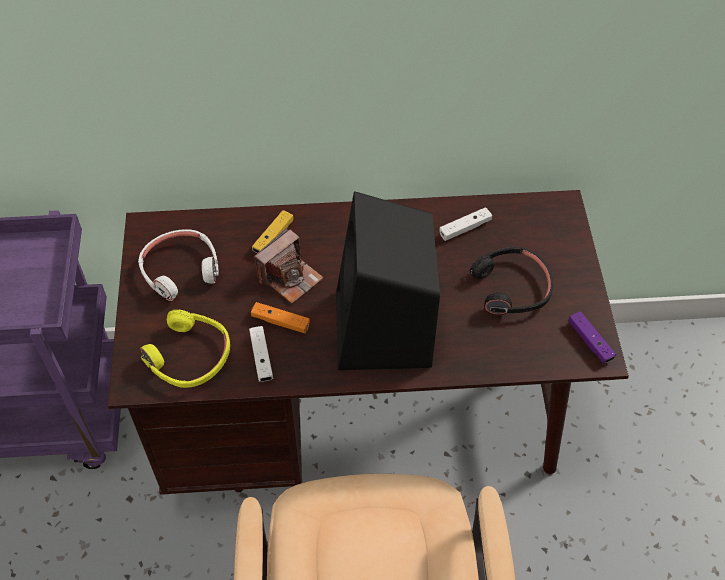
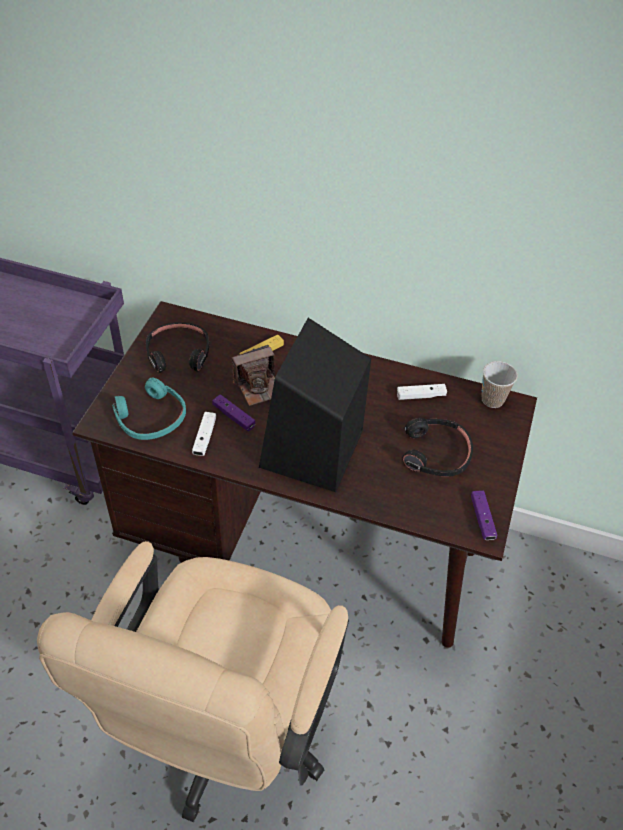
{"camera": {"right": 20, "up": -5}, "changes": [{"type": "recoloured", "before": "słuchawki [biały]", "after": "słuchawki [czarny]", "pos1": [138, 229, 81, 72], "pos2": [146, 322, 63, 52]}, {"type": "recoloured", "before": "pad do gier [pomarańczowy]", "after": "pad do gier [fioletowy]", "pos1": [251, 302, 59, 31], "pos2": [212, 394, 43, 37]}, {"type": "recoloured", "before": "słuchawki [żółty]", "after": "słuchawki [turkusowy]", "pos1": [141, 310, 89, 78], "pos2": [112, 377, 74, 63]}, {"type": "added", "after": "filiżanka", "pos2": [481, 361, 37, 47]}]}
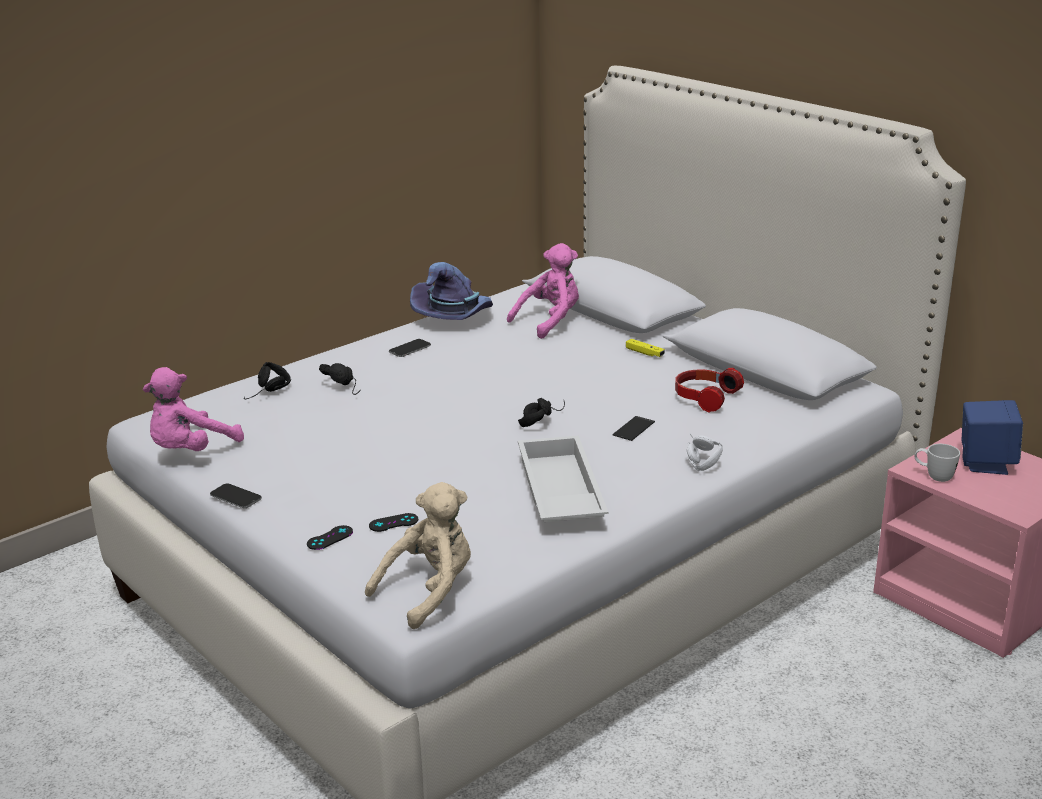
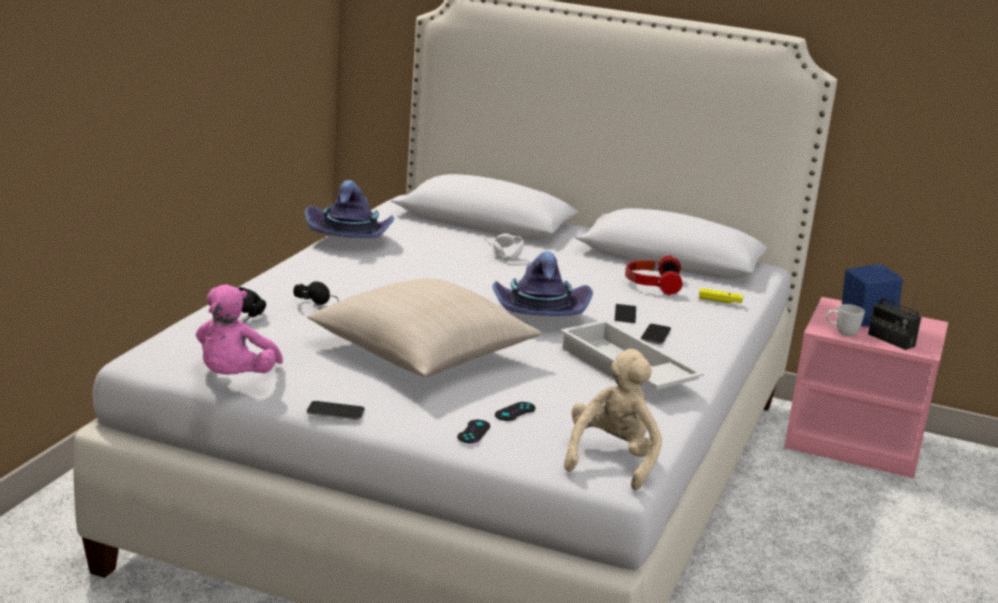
{"camera": {"right": -30, "up": -5}, "changes": [{"type": "removed", "before": "pluszak [różowy]", "pos1": [507, 243, 72, 96]}, {"type": "moved", "before": "telefon", "pos1": [389, 339, 42, 18], "pos2": [641, 324, 30, 21]}, {"type": "moved", "before": "pad do gier [żółty]", "pos1": [626, 339, 39, 18], "pos2": [699, 288, 44, 16]}, {"type": "replaced", "before": "słuchawki [czarny]", "after": "kapelusz [fioletowy]", "pos1": [518, 398, 47, 29], "pos2": [492, 251, 101, 65]}, {"type": "moved", "before": "słuchawki [biały]", "pos1": [686, 434, 37, 37], "pos2": [484, 234, 40, 27]}, {"type": "added", "after": "poduszka [beżowy]", "pos2": [307, 279, 235, 98]}, {"type": "added", "after": "radio", "pos2": [868, 285, 53, 65]}]}
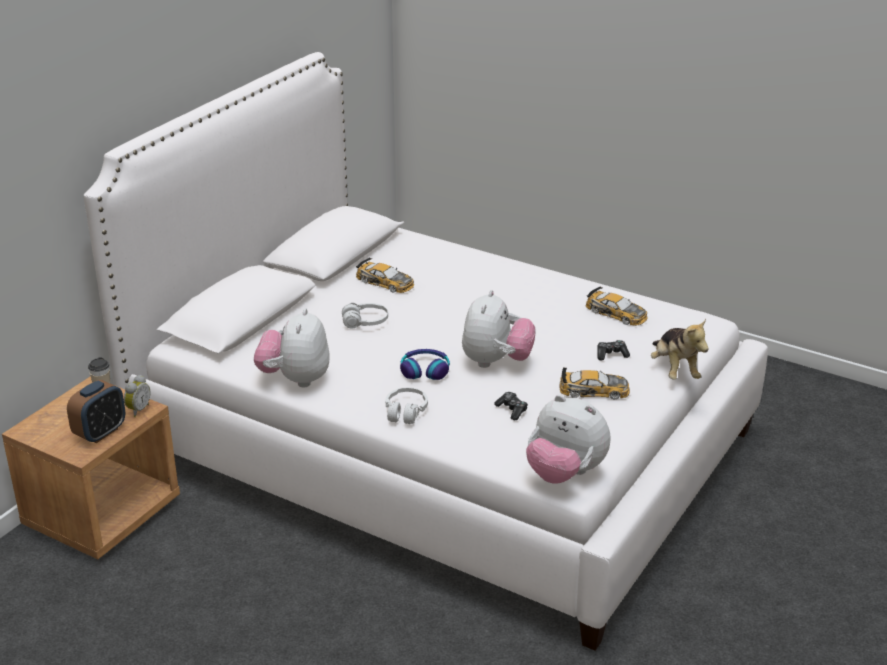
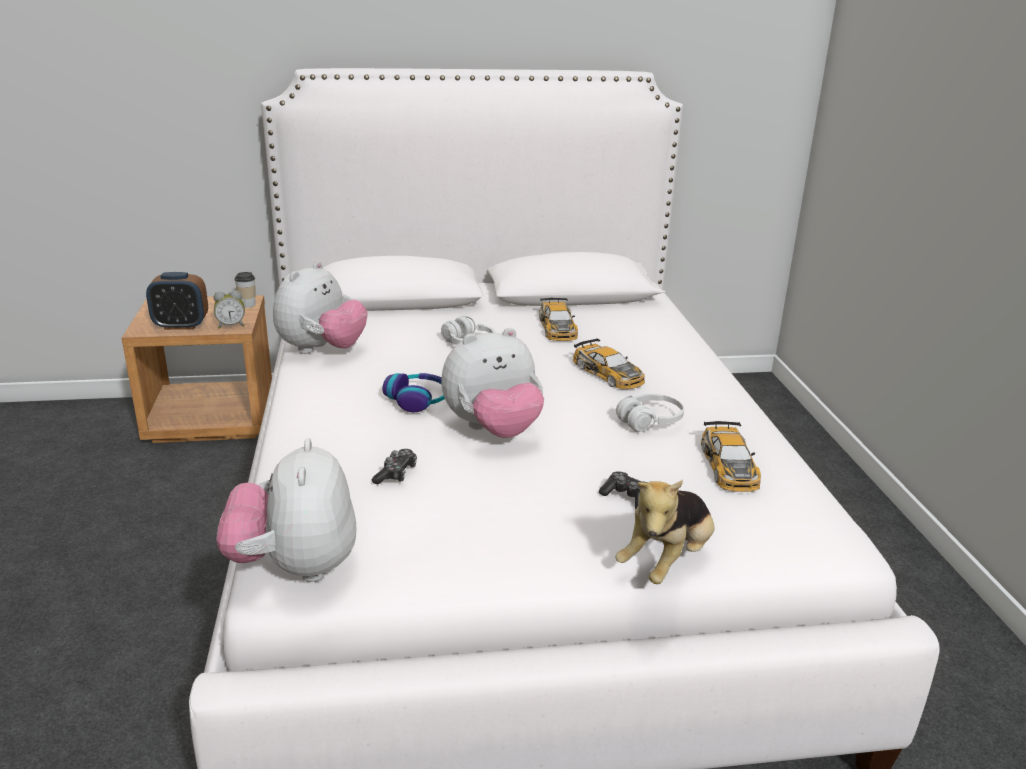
{"camera": {"right": 50, "up": -5}, "changes": [{"type": "turned", "before": "pluszak", "pos1": [254, 308, 76, 80], "pos2": [273, 261, 94, 93], "turn": 150}, {"type": "moved", "before": "samochodzik", "pos1": [560, 368, 70, 31], "pos2": [573, 339, 72, 50]}, {"type": "moved", "before": "słuchawki [biały]", "pos1": [386, 388, 42, 36], "pos2": [616, 394, 68, 38]}]}
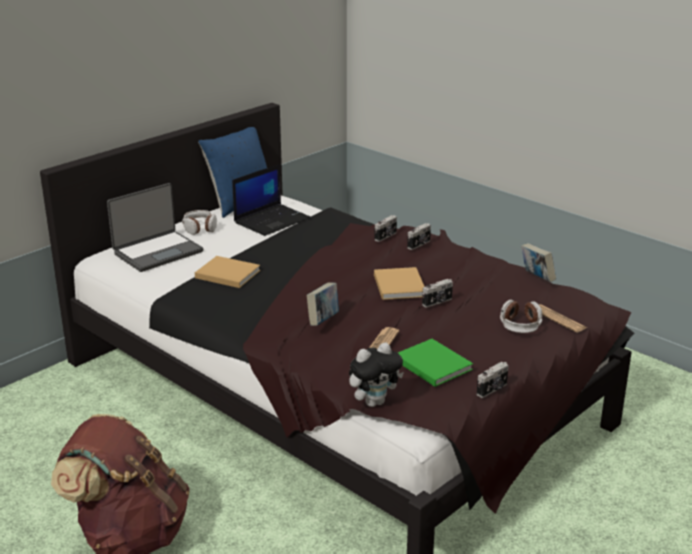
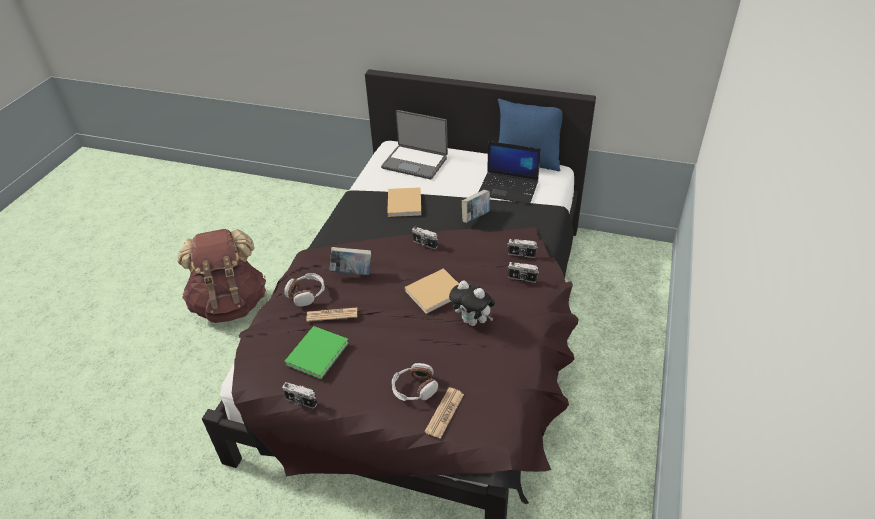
{"camera": {"right": 65, "up": 15}, "changes": [{"type": "moved", "before": "słuchawki", "pos1": [182, 210, 35, 25], "pos2": [284, 273, 41, 34]}, {"type": "moved", "before": "książka", "pos1": [521, 243, 35, 39], "pos2": [462, 190, 28, 33]}, {"type": "moved", "before": "aparat fotograficzny", "pos1": [422, 279, 31, 28], "pos2": [412, 227, 26, 22]}, {"type": "moved", "before": "pluszak", "pos1": [349, 343, 55, 64], "pos2": [449, 281, 46, 45]}]}
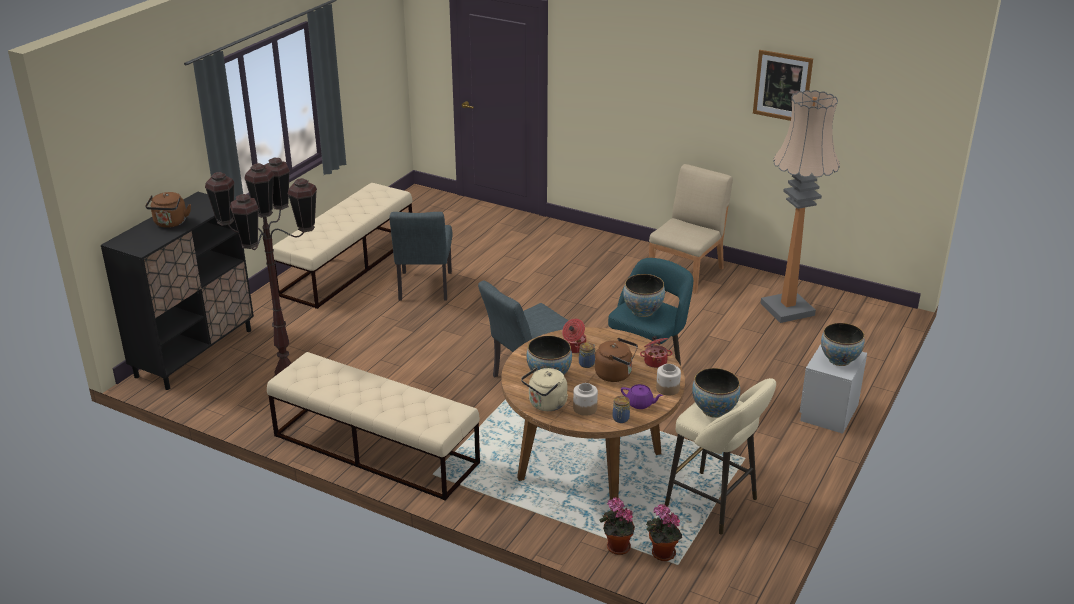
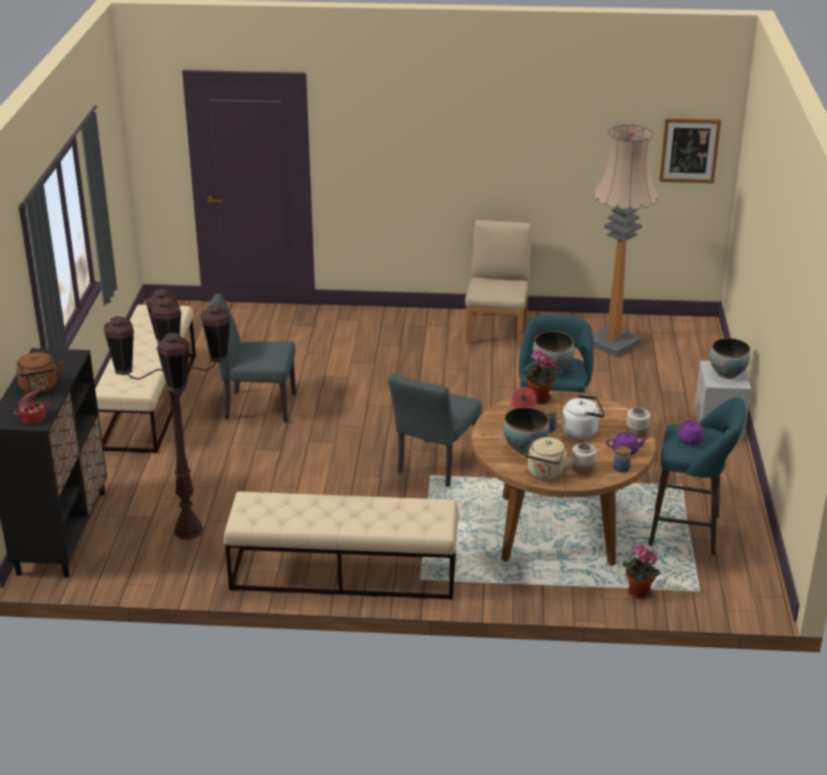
{"camera": {"right": -25, "up": 0}, "changes": [{"type": "moved", "before": "obraz", "pos1": [753, 50, 60, 71], "pos2": [659, 118, 62, 65]}, {"type": "turned", "before": "krzesło [szary]", "pos1": [389, 212, 64, 89], "pos2": [206, 294, 90, 128], "turn": 120}, {"type": "moved", "before": "garnek", "pos1": [640, 336, 32, 32], "pos2": [14, 389, 35, 35]}, {"type": "recoloured", "before": "czajnik [brązowy]", "after": "czajnik [biały]", "pos1": [595, 338, 43, 44], "pos2": [561, 395, 44, 44]}, {"type": "replaced", "before": "miska", "after": "imbryk [fioletowy]", "pos1": [692, 368, 48, 50], "pos2": [678, 418, 26, 27]}, {"type": "recoloured", "before": "stołek [beżowy]", "after": "stołek [turkusowy]", "pos1": [665, 378, 111, 157], "pos2": [649, 397, 97, 158]}, {"type": "moved", "before": "roślina doniczkowa", "pos1": [646, 504, 36, 57], "pos2": [523, 350, 36, 54]}]}
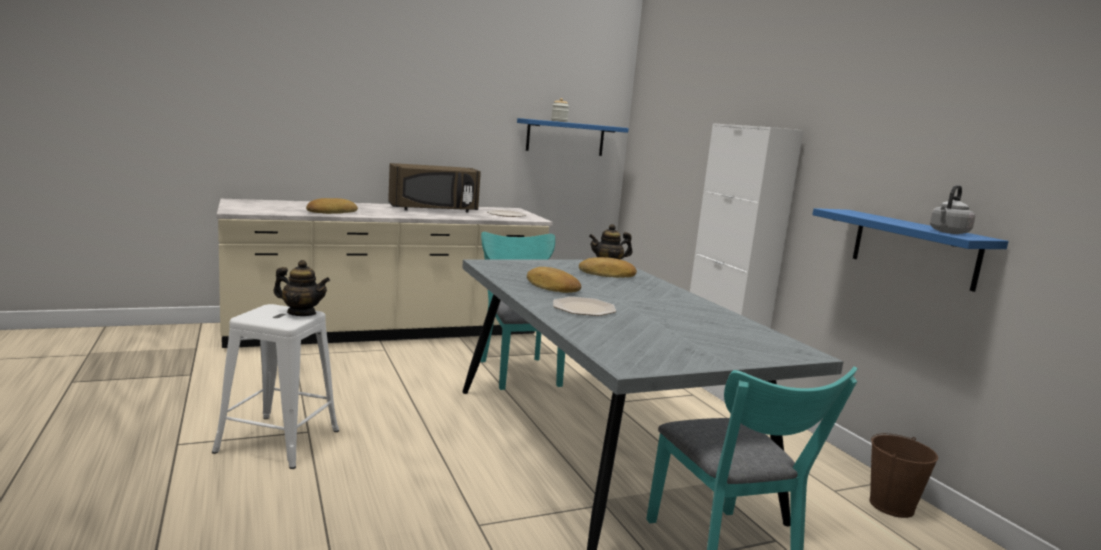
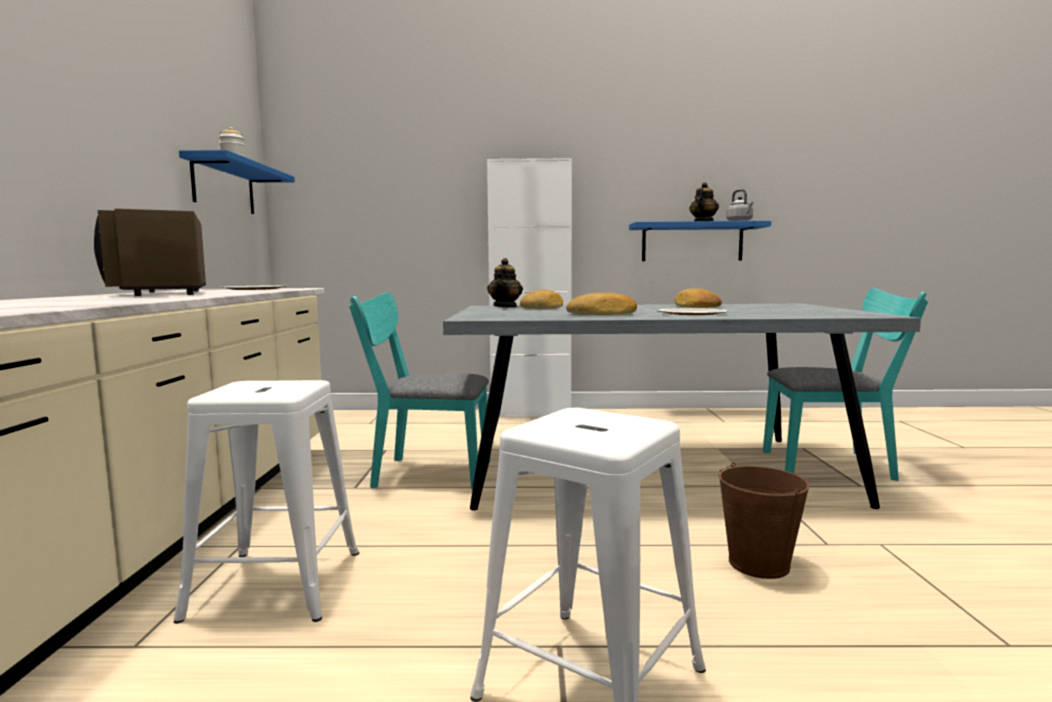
{"camera": {"right": -65, "up": -5}, "changes": [{"type": "turned", "before": "mikrofalówka [brązowy]", "pos1": [388, 163, 93, 49], "pos2": [94, 208, 112, 88], "turn": 150}, {"type": "moved", "before": "chleb", "pos1": [306, 198, 52, 16], "pos2": [675, 288, 47, 20]}, {"type": "moved", "before": "imbryk", "pos1": [273, 260, 57, 56], "pos2": [689, 182, 30, 39]}, {"type": "moved", "before": "wiadro [brązowy]", "pos1": [870, 433, 68, 85], "pos2": [718, 463, 91, 116]}, {"type": "added", "after": "stołek [biały]", "pos2": [174, 380, 185, 244]}]}
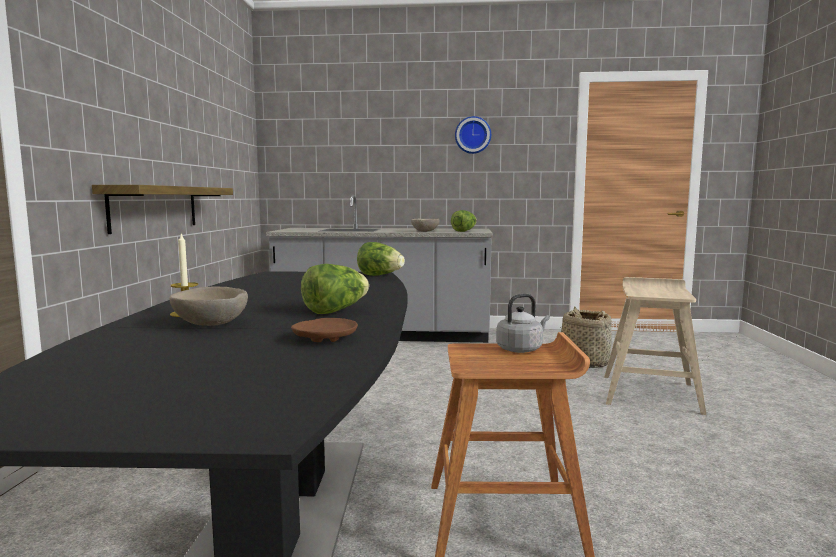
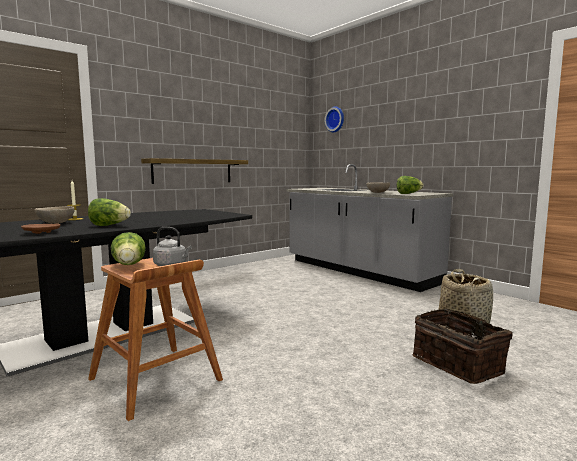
{"camera": {"right": 45, "up": 0}, "changes": [{"type": "moved", "before": "zegar ścienny", "pos1": [455, 116, 36, 38], "pos2": [325, 106, 19, 26]}, {"type": "moved", "before": "sałata", "pos1": [357, 242, 48, 34], "pos2": [111, 232, 35, 33]}, {"type": "replaced", "before": "stołek [beżowy]", "after": "koszyk", "pos1": [604, 277, 103, 138], "pos2": [412, 309, 101, 75]}]}
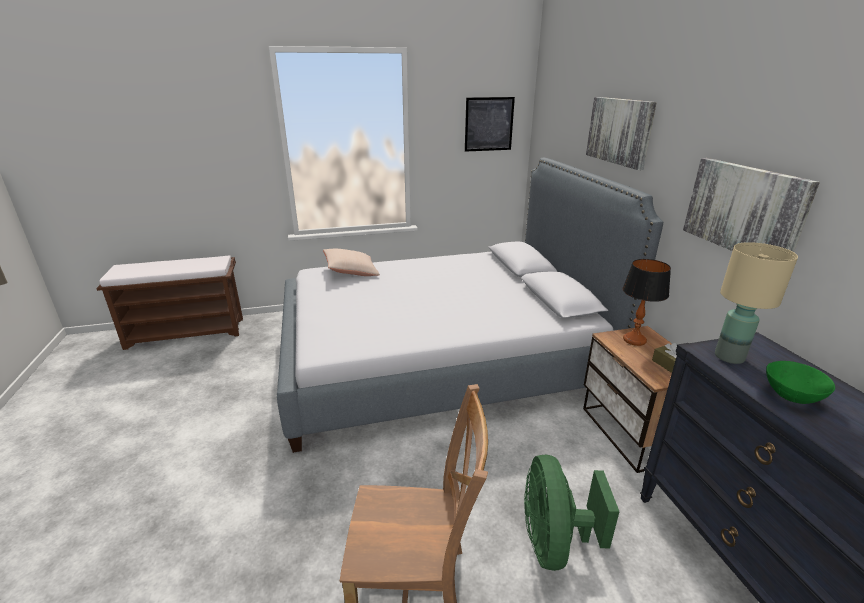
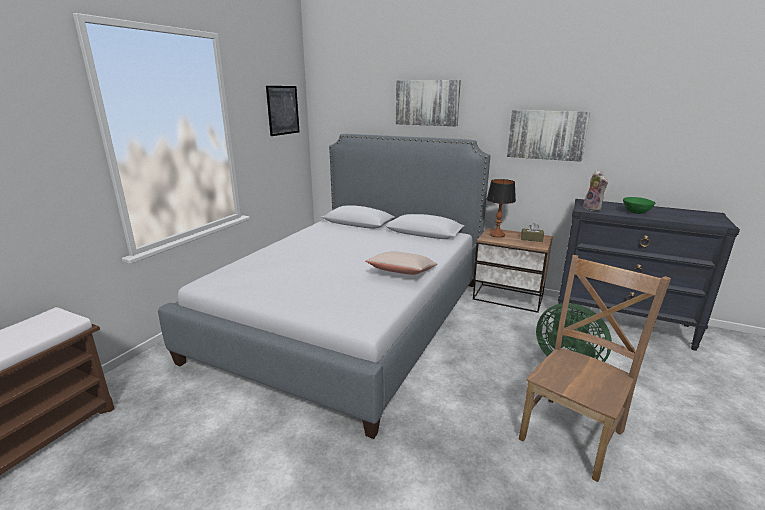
{"camera": {"right": -50, "up": -5}, "changes": [{"type": "replaced", "before": "lampa stołowa [beżowy]", "after": "pluszak", "pos1": [715, 242, 83, 122], "pos2": [583, 170, 25, 41]}, {"type": "moved", "before": "poduszka [beżowy]", "pos1": [323, 249, 57, 27], "pos2": [365, 251, 73, 24]}]}
